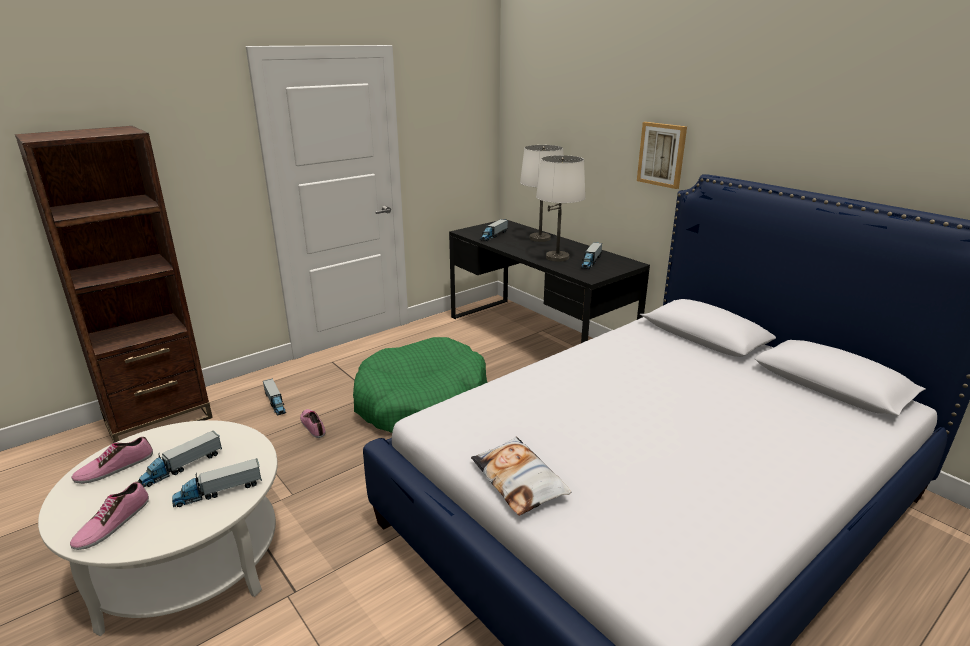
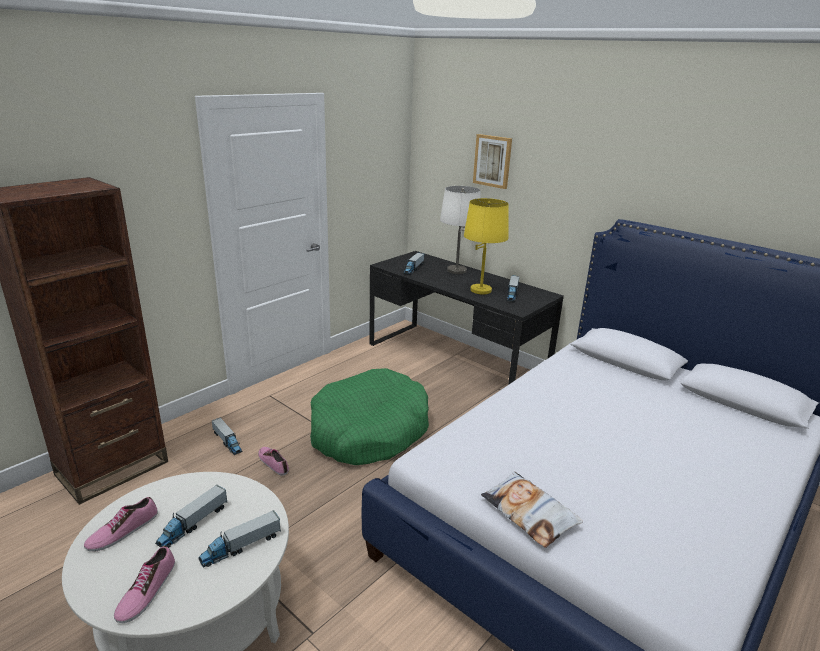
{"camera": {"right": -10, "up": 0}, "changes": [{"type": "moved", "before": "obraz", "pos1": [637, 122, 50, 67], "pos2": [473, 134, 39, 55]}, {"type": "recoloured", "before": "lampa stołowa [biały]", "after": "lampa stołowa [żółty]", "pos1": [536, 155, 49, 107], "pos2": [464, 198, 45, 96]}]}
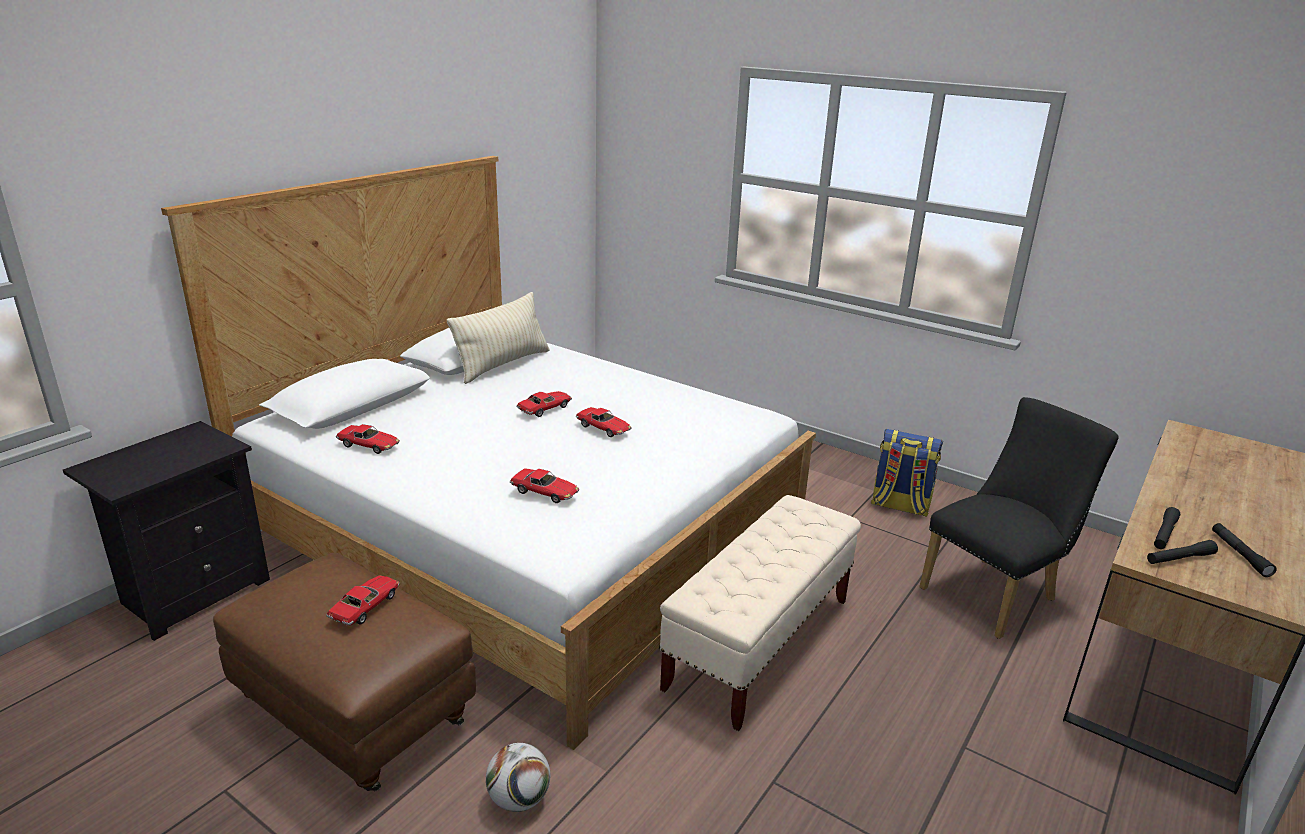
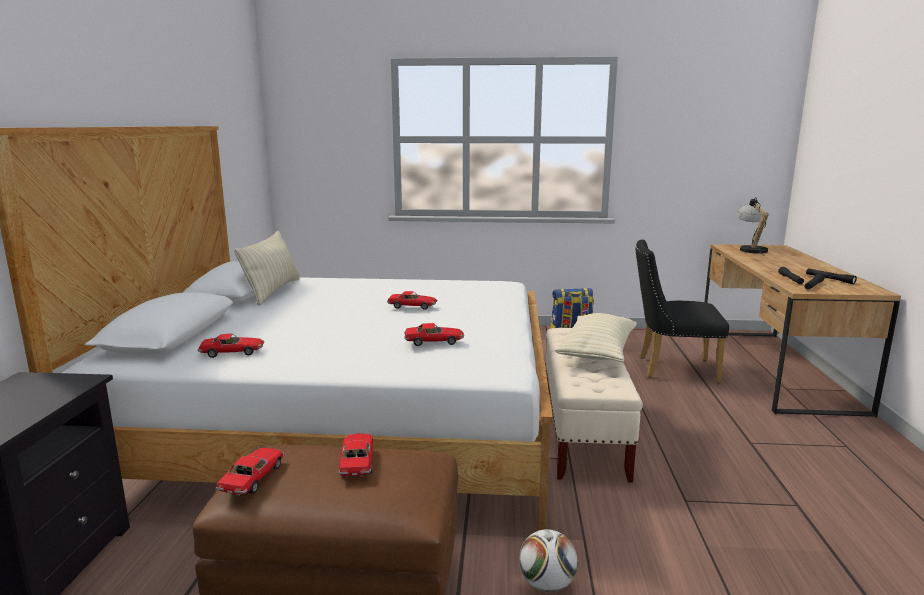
{"camera": {"right": -30, "up": -10}, "changes": [{"type": "moved", "before": "samochodzik", "pos1": [517, 391, 55, 26], "pos2": [216, 448, 68, 47]}, {"type": "turned", "before": "krzesło [czarny]", "pos1": [919, 397, 200, 242], "pos2": [636, 239, 93, 144], "turn": -105}, {"type": "added", "after": "lampa stołowa", "pos2": [736, 197, 33, 58]}, {"type": "added", "after": "poduszka [beżowy]", "pos2": [555, 313, 82, 49]}]}
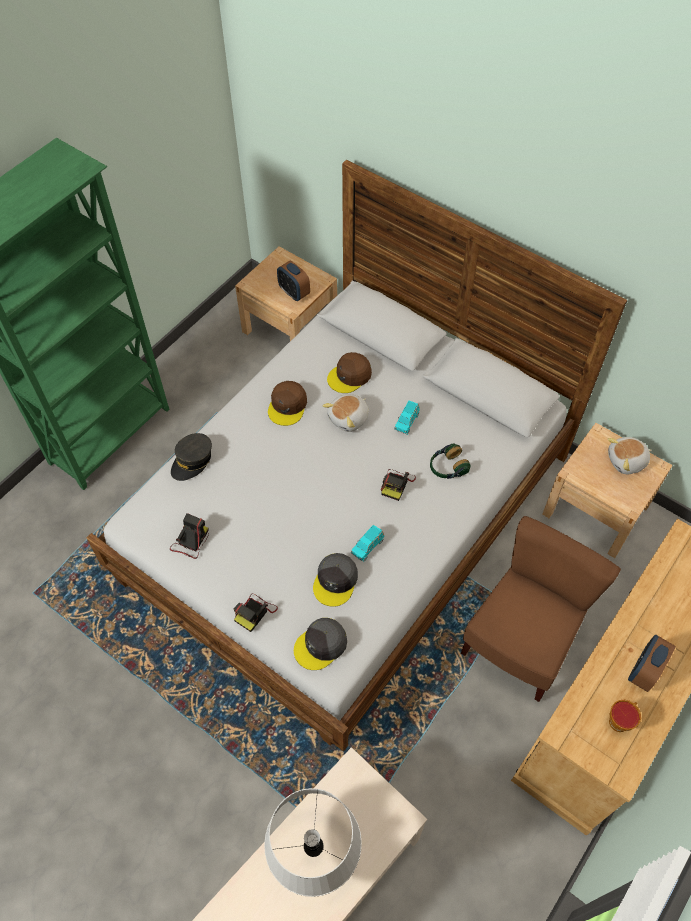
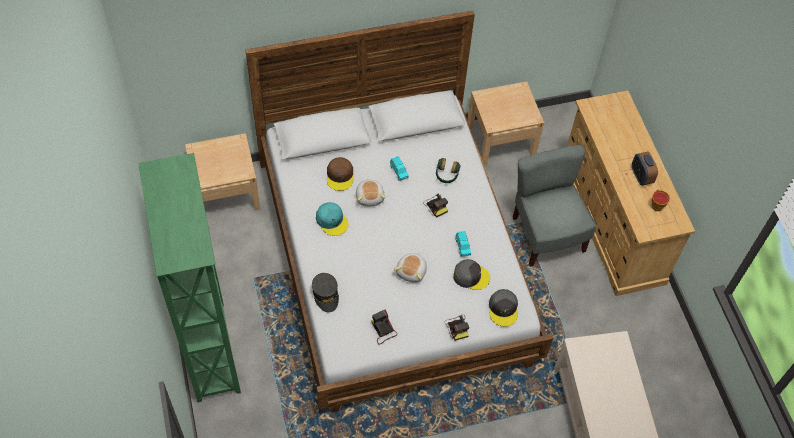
{"camera": {"right": -55, "up": 0}, "changes": [{"type": "removed", "before": "budzik", "pos1": [277, 261, 33, 40]}, {"type": "recoloured", "before": "czapka z daszkiem [brązowy]", "after": "czapka z daszkiem [turkusowy]", "pos1": [268, 381, 39, 45], "pos2": [316, 202, 32, 34]}, {"type": "moved", "before": "pluszak", "pos1": [608, 437, 44, 37], "pos2": [394, 253, 33, 30]}, {"type": "recoloured", "before": "krzesło [brązowy]", "after": "krzesło [szary]", "pos1": [461, 516, 160, 186], "pos2": [513, 145, 84, 121]}, {"type": "turned", "before": "czapka z daszkiem [szary]", "pos1": [313, 553, 45, 54], "pos2": [453, 259, 37, 31], "turn": -45}, {"type": "removed", "before": "lampa stołowa [szary]", "pos1": [264, 788, 98, 109]}]}
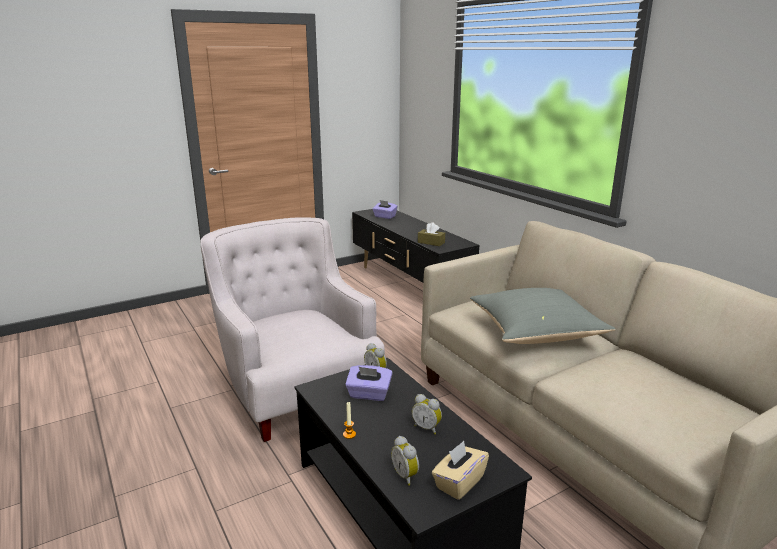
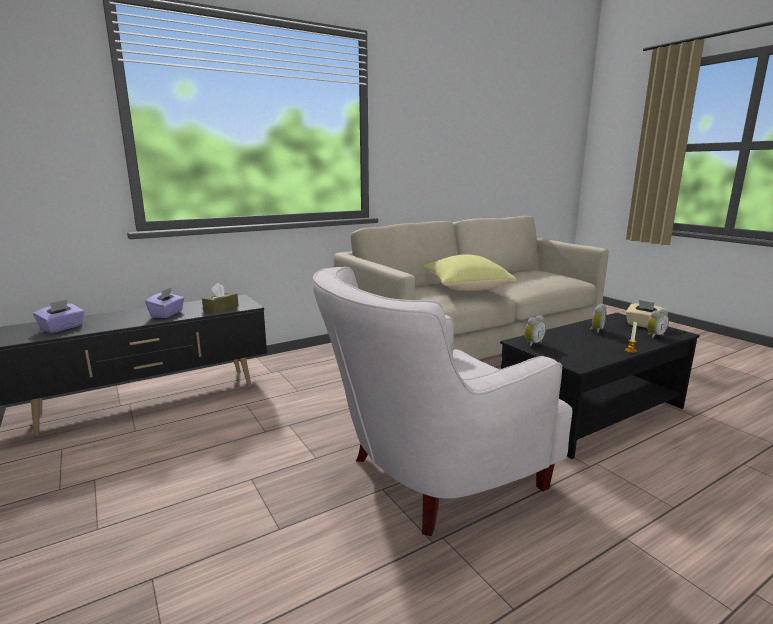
{"camera": {"right": -90, "up": -5}, "changes": [{"type": "recoloured", "before": "poduszka [szary]", "after": "poduszka [żółty]", "pos1": [470, 288, 145, 56], "pos2": [423, 255, 93, 36]}, {"type": "moved", "before": "pudełko chusteczek [fioletowy]", "pos1": [345, 365, 48, 36], "pos2": [145, 288, 39, 30]}]}
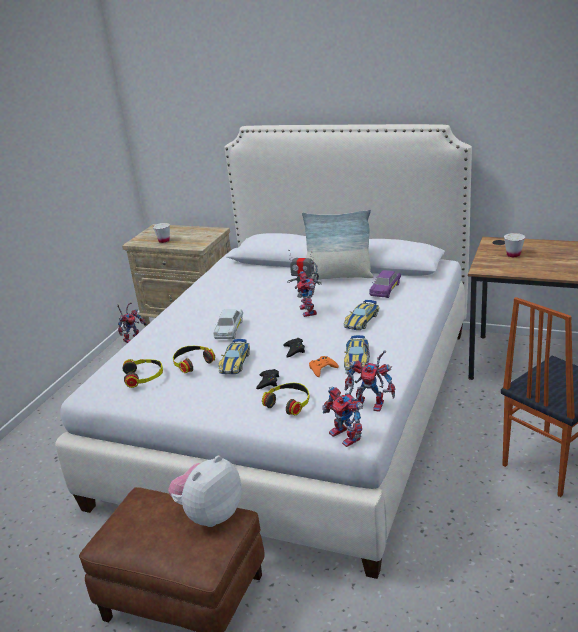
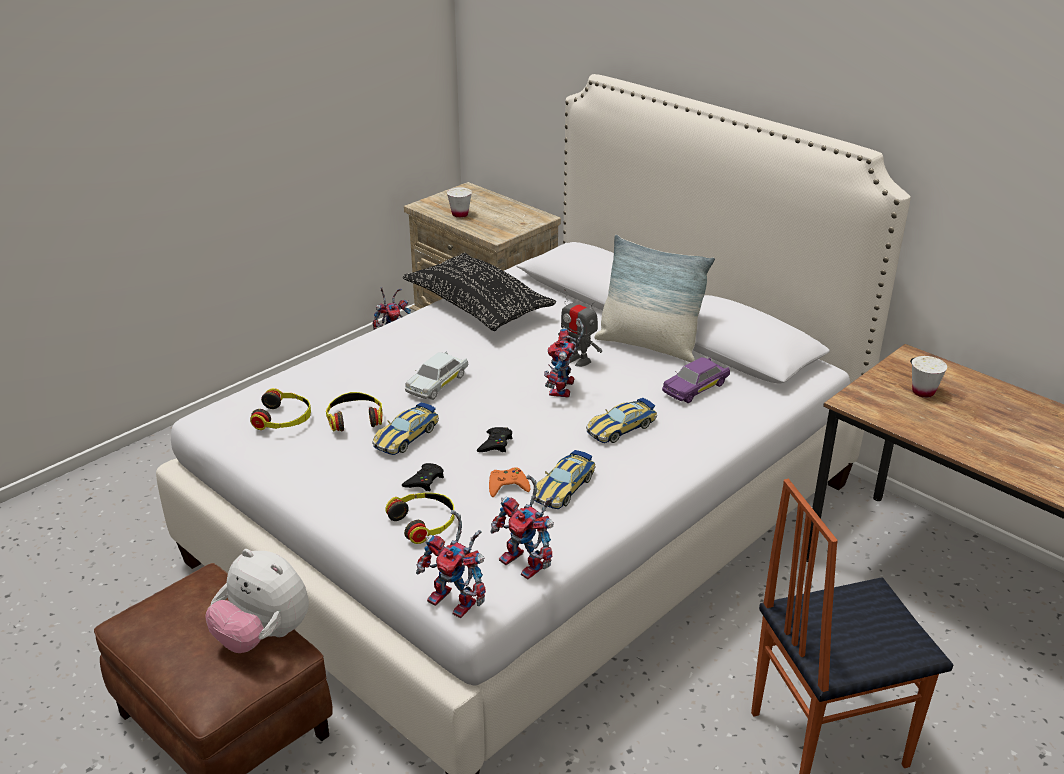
{"camera": {"right": 20, "up": 5}, "changes": [{"type": "turned", "before": "robot zabawkowy", "pos1": [322, 371, 42, 76], "pos2": [416, 510, 70, 108], "turn": -45}, {"type": "turned", "before": "pluszak", "pos1": [168, 456, 74, 71], "pos2": [205, 549, 104, 104], "turn": -120}, {"type": "added", "after": "poduszka [czarny]", "pos2": [403, 253, 153, 78]}]}
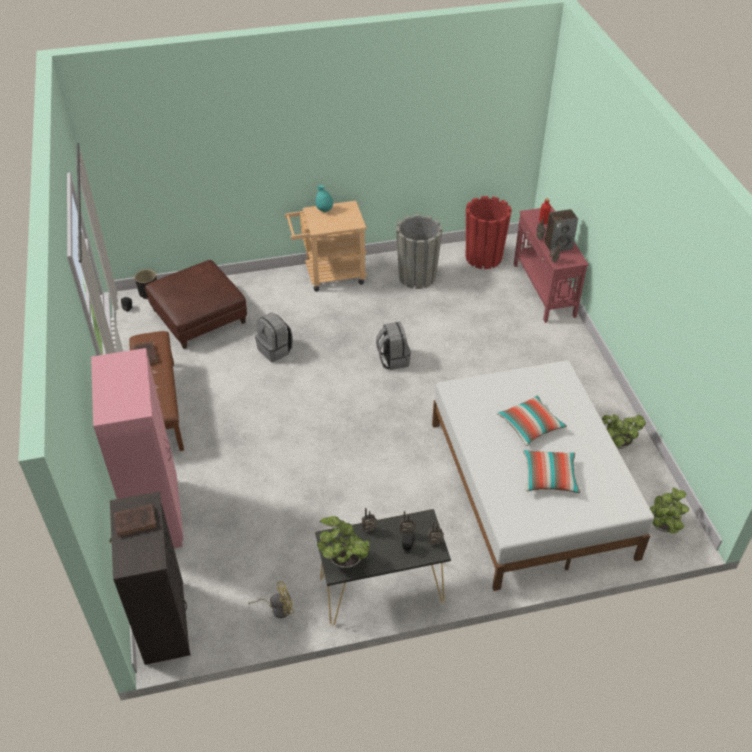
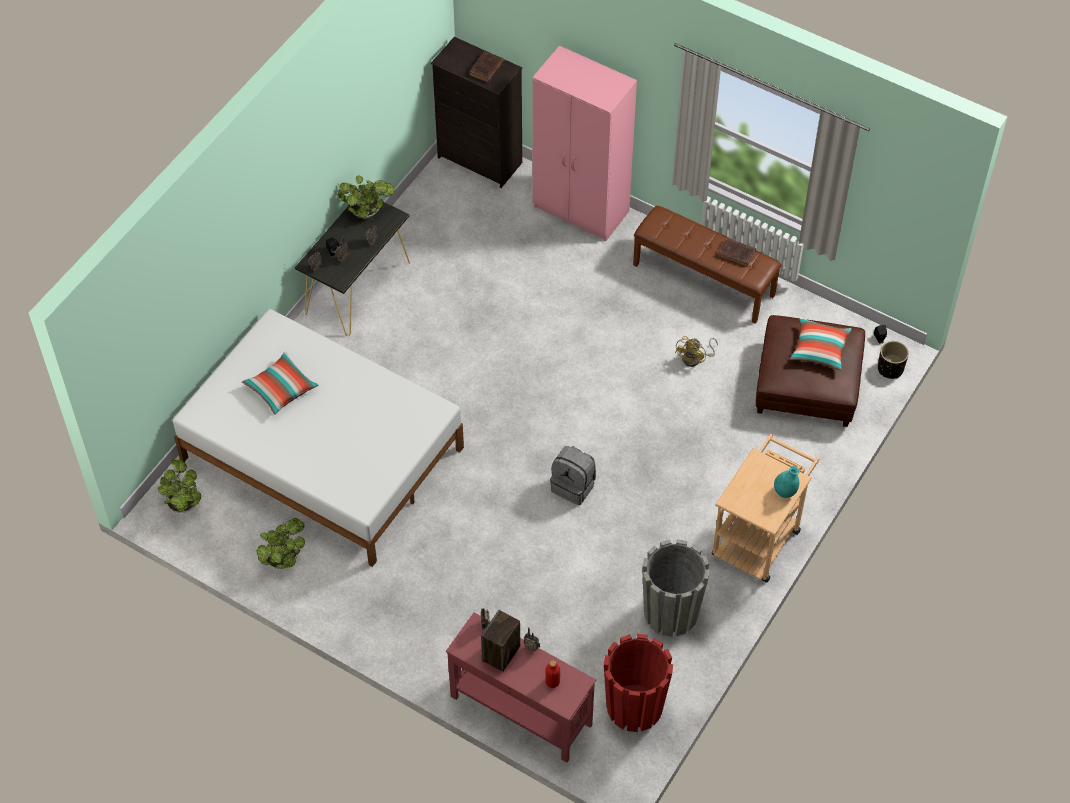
{"camera": {"right": 135, "up": 10}, "changes": [{"type": "removed", "before": "plecak [szary]", "pos1": [255, 312, 38, 50]}, {"type": "moved", "before": "poduszka", "pos1": [497, 396, 70, 50], "pos2": [790, 317, 61, 53]}, {"type": "moved", "before": "wentylator [żółty]", "pos1": [248, 581, 46, 37], "pos2": [675, 336, 43, 31]}]}
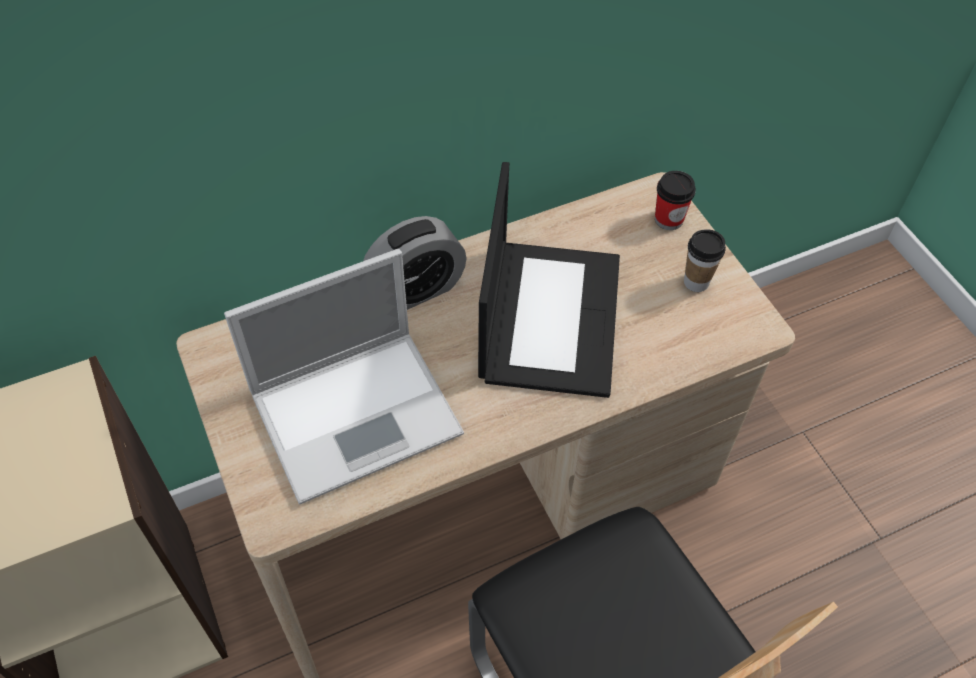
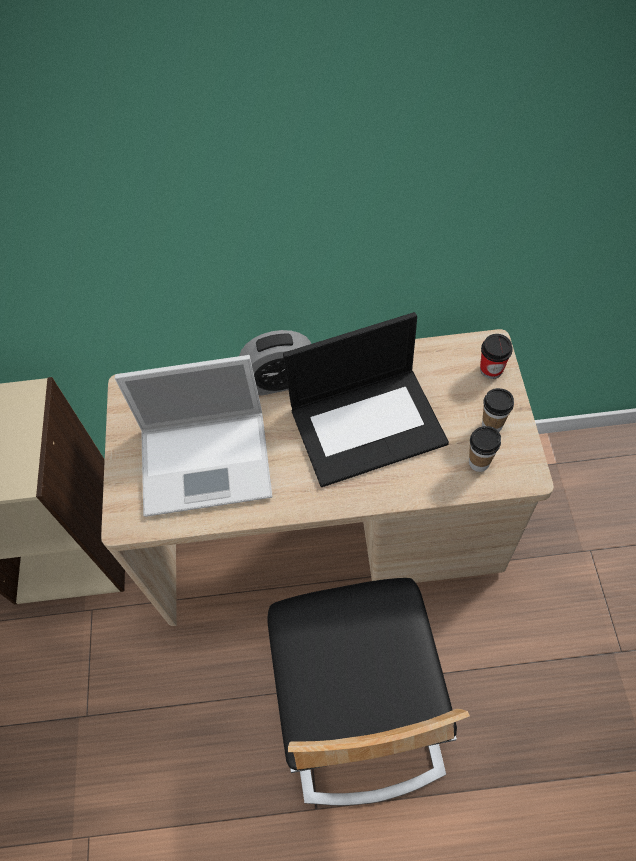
{"camera": {"right": 25, "up": 5}, "changes": [{"type": "turned", "before": "laptop", "pos1": [478, 162, 142, 236], "pos2": [283, 312, 166, 175], "turn": 45}, {"type": "added", "after": "filiżanka", "pos2": [469, 426, 32, 46]}]}
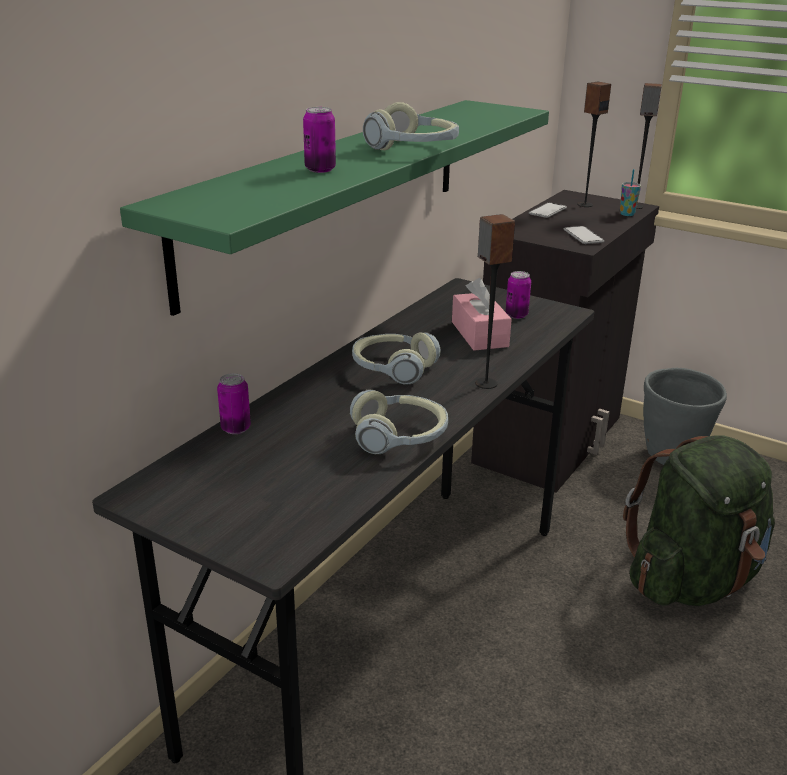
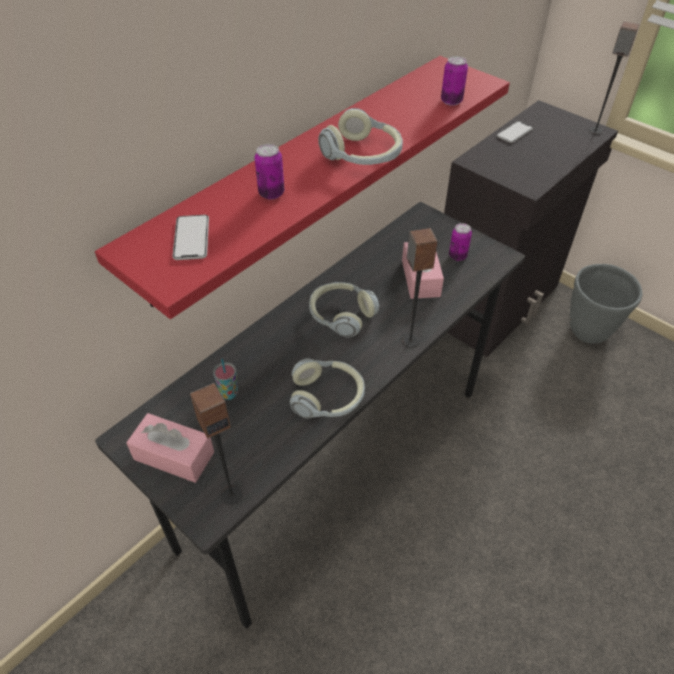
{"camera": {"right": 10, "up": 20}, "changes": [{"type": "moved", "before": "głośnik", "pos1": [577, 81, 34, 126], "pos2": [190, 383, 52, 122]}, {"type": "recoloured", "before": "półka [zielony]", "after": "półka [czerwony]", "pos1": [120, 100, 429, 216], "pos2": [95, 56, 415, 263]}, {"type": "moved", "before": "filiżanka", "pos1": [620, 169, 21, 47], "pos2": [213, 359, 25, 41]}, {"type": "moved", "before": "telefon", "pos1": [563, 226, 42, 18], "pos2": [172, 215, 37, 45]}, {"type": "moved", "before": "puszka", "pos1": [217, 373, 34, 61], "pos2": [441, 56, 27, 50]}, {"type": "removed", "before": "plecak [zielony]", "pos1": [623, 435, 152, 171]}, {"type": "added", "after": "pudełko chusteczek [różowy]", "pos2": [126, 413, 88, 70]}]}
